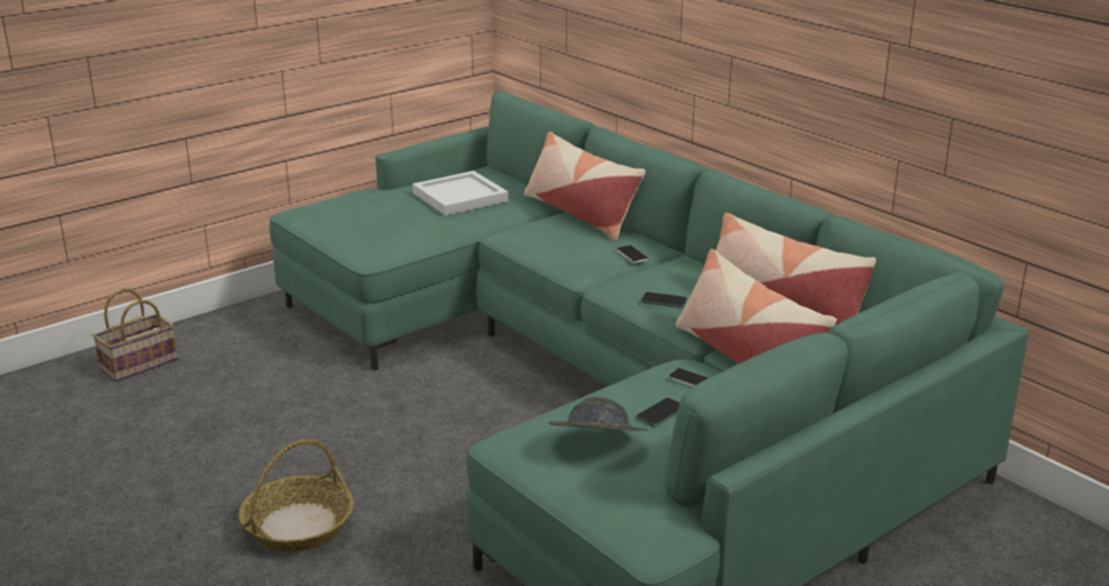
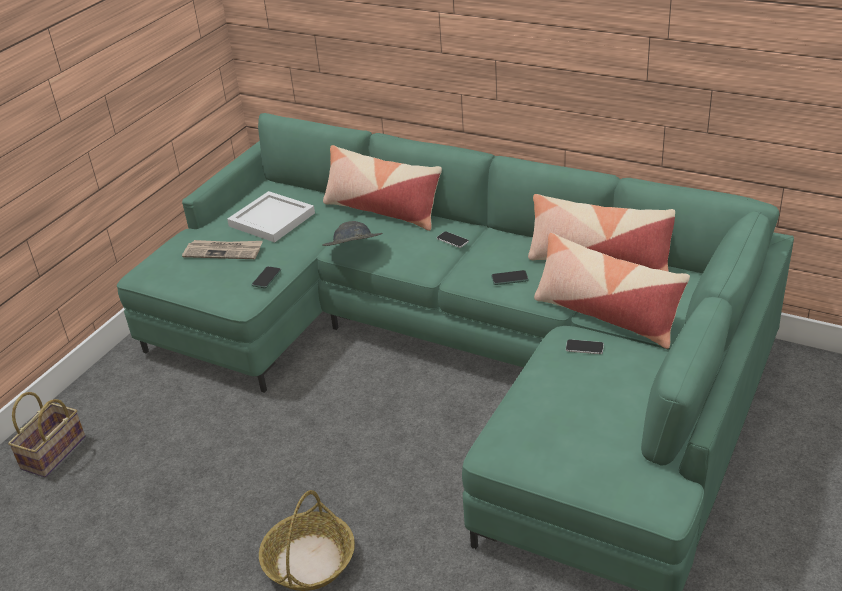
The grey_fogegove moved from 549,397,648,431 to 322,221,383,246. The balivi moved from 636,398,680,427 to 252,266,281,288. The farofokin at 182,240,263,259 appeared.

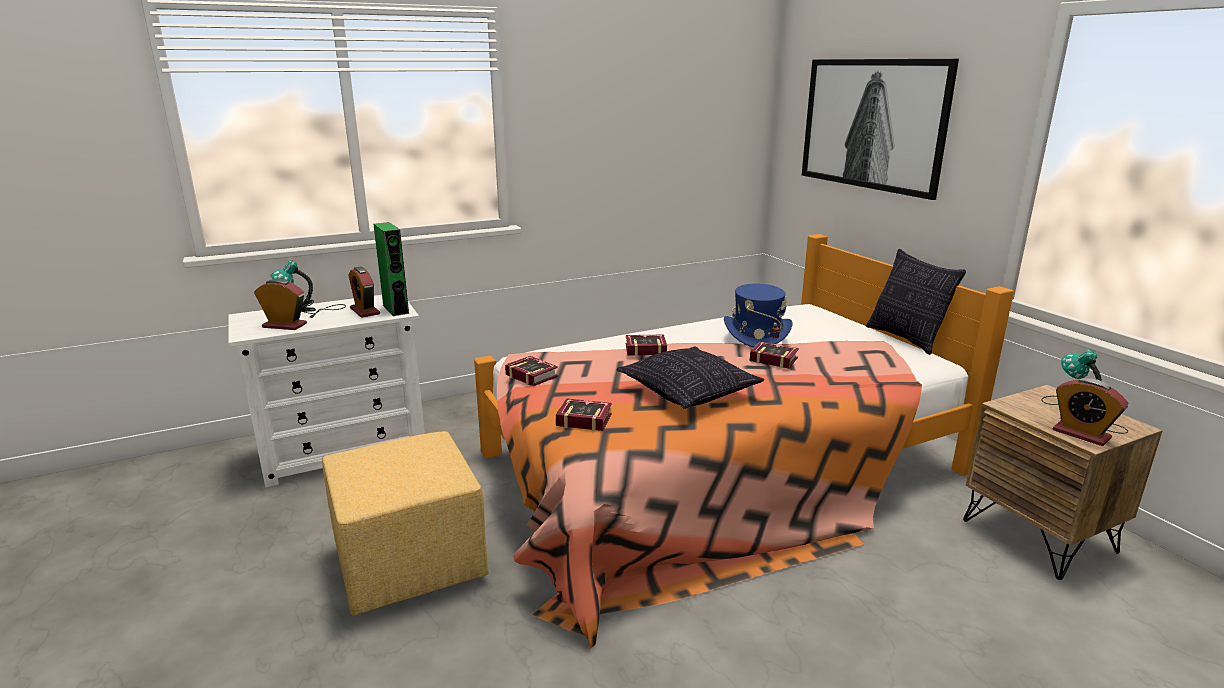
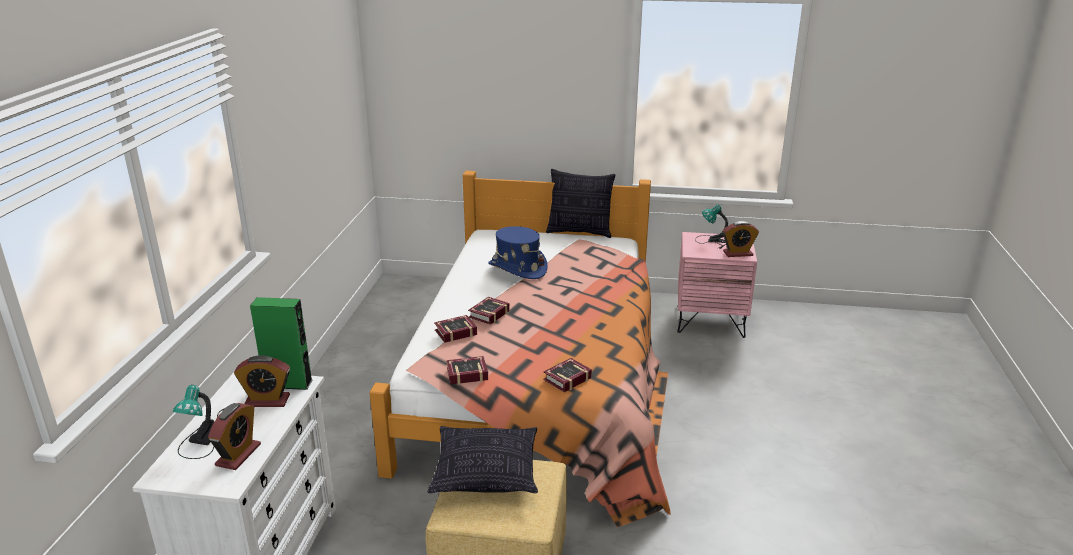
The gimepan at 802,59,959,200 disappeared. The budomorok at 254,279,307,330 turned 150 degrees clockwise. The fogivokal moved from 750,341,799,368 to 434,315,477,343. The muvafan moved from 616,347,765,409 to 428,426,538,493. The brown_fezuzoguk at 963,385,1163,580 became the pink_fezuzoguk at 678,232,757,338.

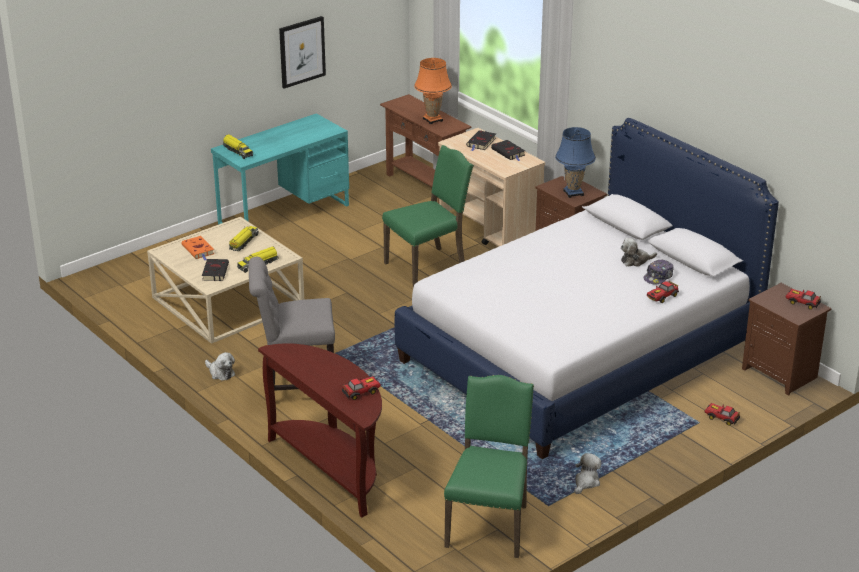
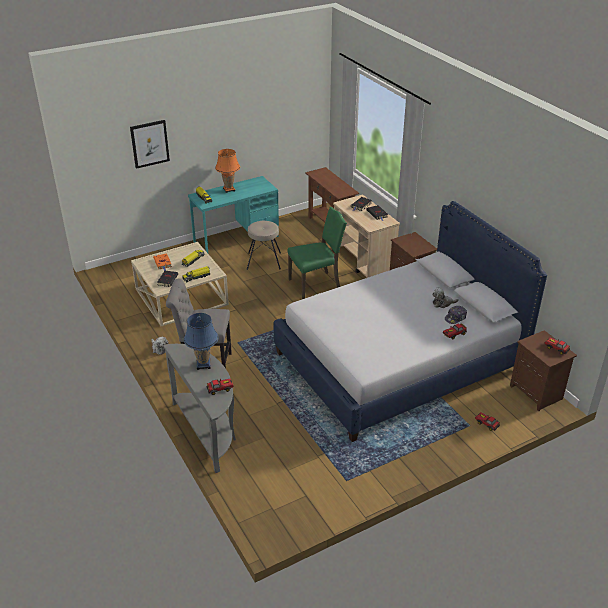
The gimepan moved from 279,16,326,89 to 130,120,170,169. The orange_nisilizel moved from 414,58,452,124 to 215,149,240,193. The blue_nisilizel moved from 555,127,596,198 to 184,313,218,370. The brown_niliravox at 258,343,382,518 became the grey_niliravox at 164,344,236,473. The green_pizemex at 444,375,534,558 disappeared. The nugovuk at 574,453,601,494 disappeared. The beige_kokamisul at 247,221,281,270 appeared.

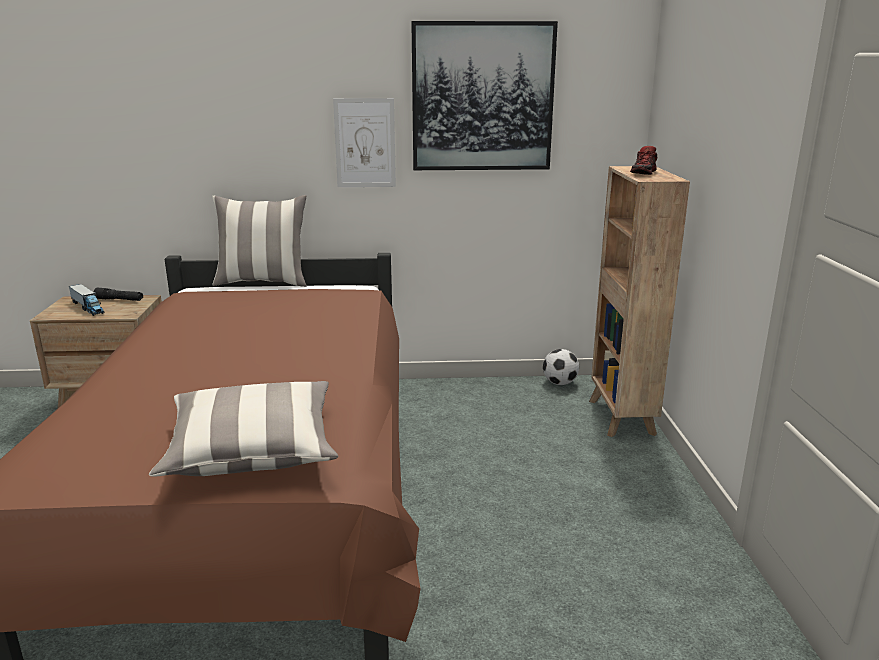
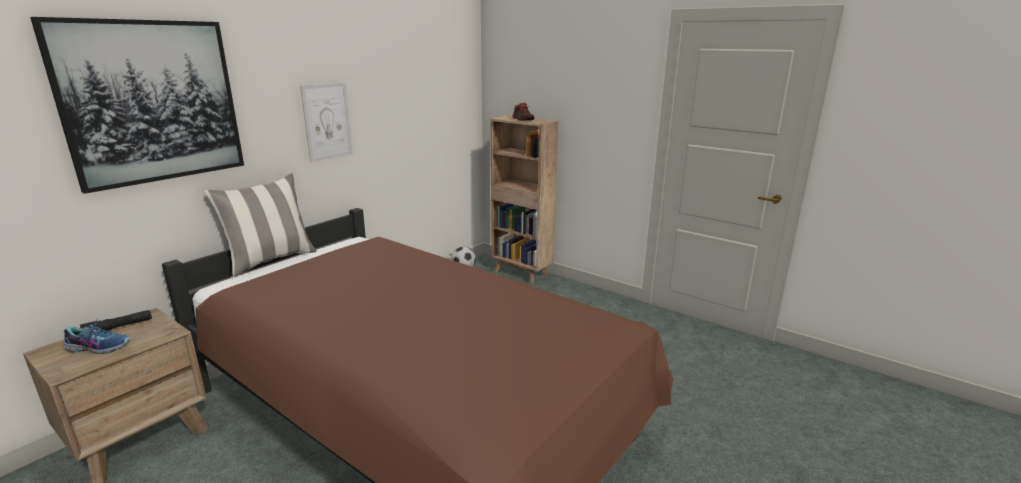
The gimepan moved from 411,21,558,170 to 30,17,244,194. The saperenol at 69,284,105,316 was replaced by the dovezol at 63,318,130,354. The muvafan at 149,381,339,477 disappeared.

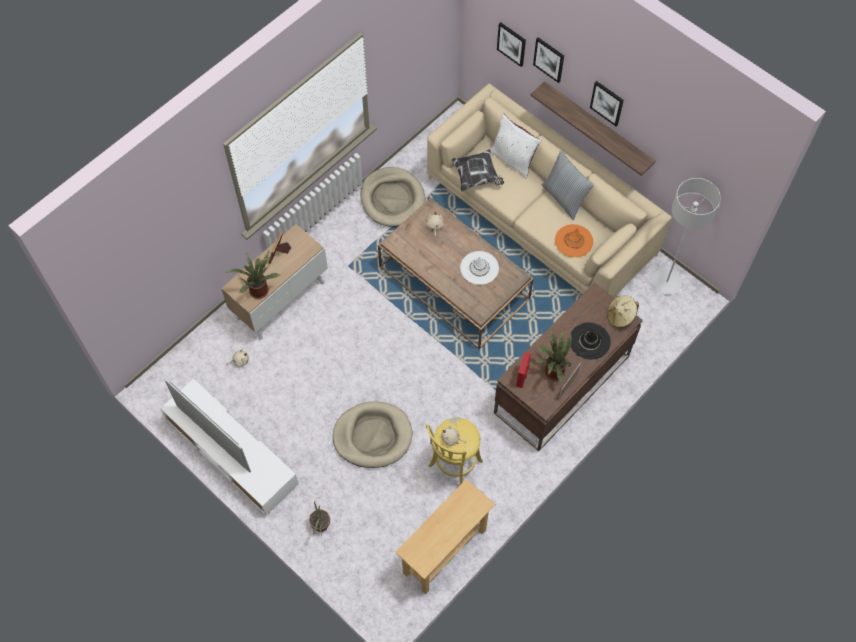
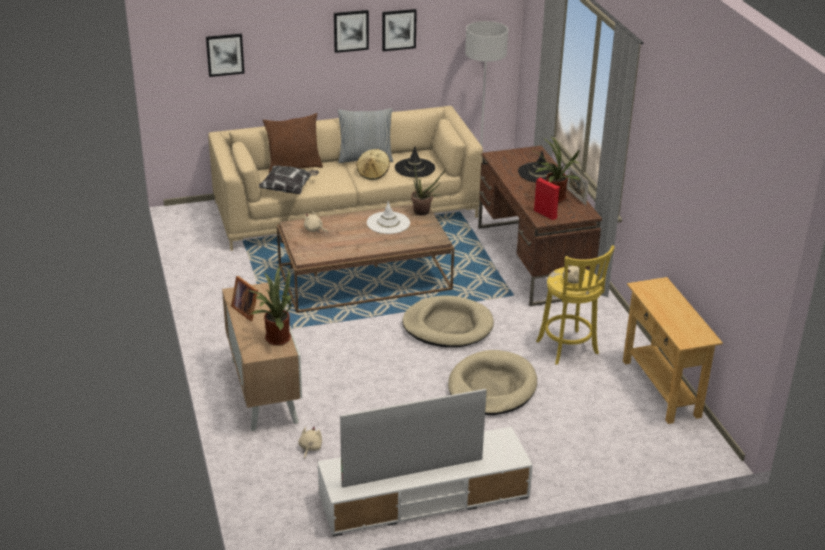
The gimepan moved from 533,37,564,83 to 382,9,417,51. The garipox at 530,81,656,176 disappeared. The white_muvafan at 490,113,542,179 became the brown_muvafan at 263,113,323,173. The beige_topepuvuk moved from 361,167,426,227 to 402,296,494,348. The orange_fogegove at 555,224,593,257 became the black_fogegove at 395,146,435,178. The beige_fogegove moved from 607,295,639,328 to 357,149,390,180. The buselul moved from 309,501,330,536 to 411,162,446,216.

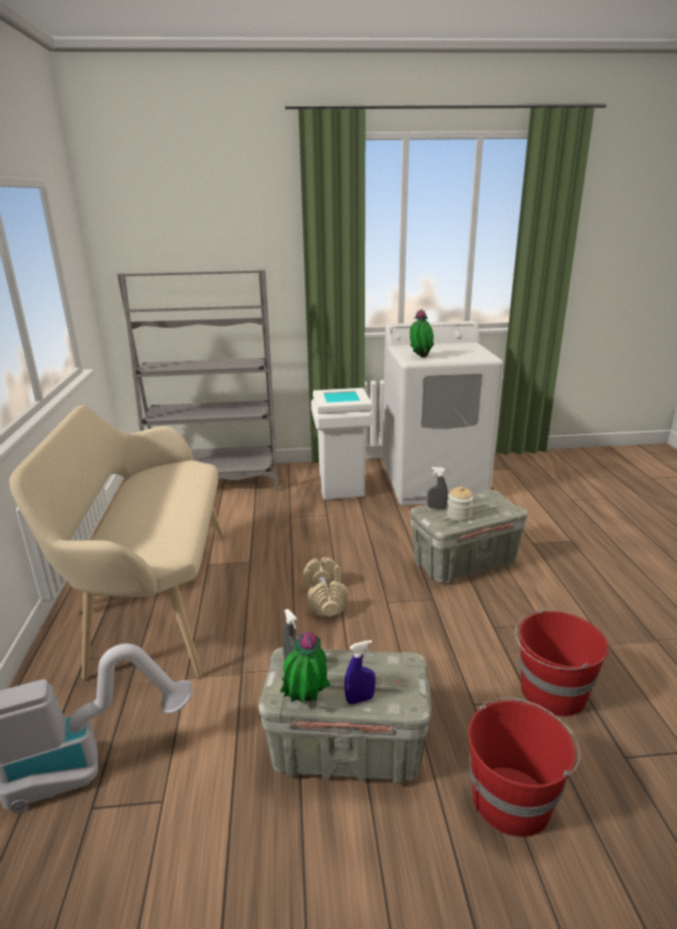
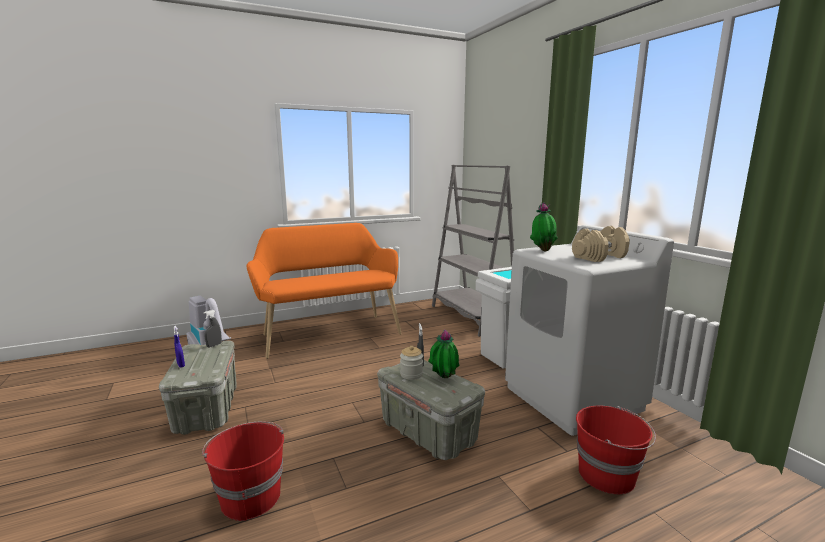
The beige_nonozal at 9,405,224,680 became the orange_nonozal at 246,223,402,359. The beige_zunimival moved from 303,557,348,616 to 572,226,630,262. The buselul moved from 280,632,331,703 to 428,329,459,378. The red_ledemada moved from 468,698,580,837 to 576,406,656,494.

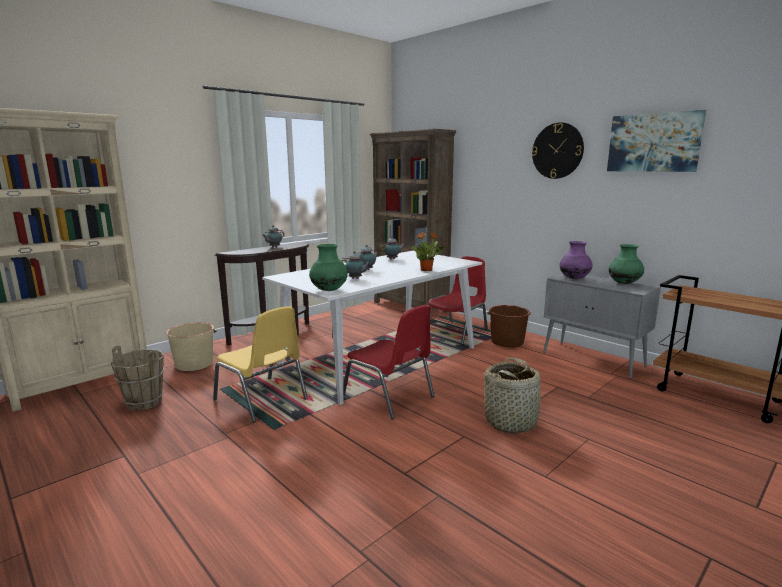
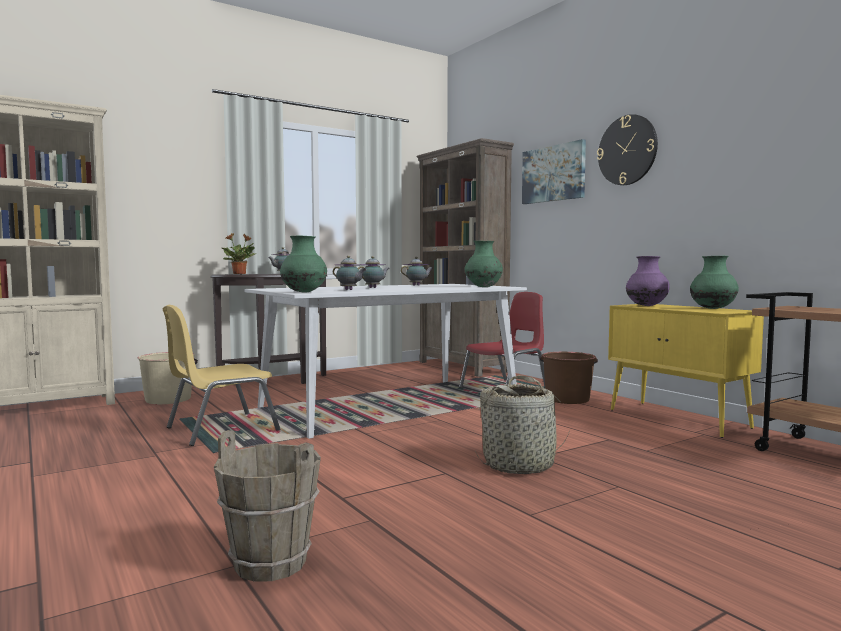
The gimepan moved from 607,110,706,172 to 522,139,586,204. The buselul moved from 409,232,445,271 to 222,233,257,274. The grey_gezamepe at 543,273,661,379 became the yellow_gezamepe at 608,304,764,438. The red_pizemex at 343,305,434,420 disappeared. The yellow_pizemex at 213,306,308,422 turned 90 degrees clockwise. The brown_ledemada moved from 111,346,165,411 to 214,430,321,582. The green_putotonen at 465,241,503,287 appeared.

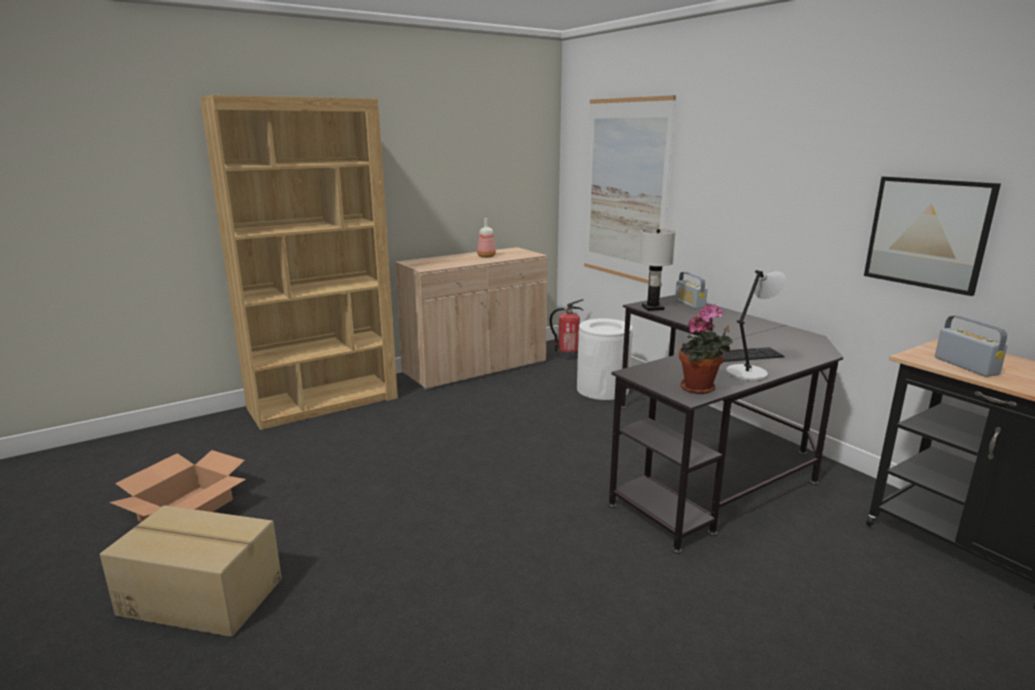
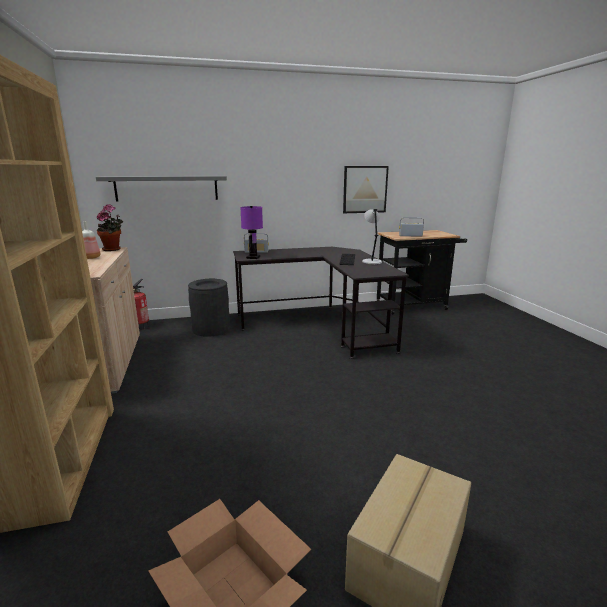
The gimepan at 584,95,676,287 was replaced by the grey_garipox at 96,176,227,202. The white_nisilizel at 639,229,676,311 became the purple_nisilizel at 240,206,263,259. The buselul moved from 679,304,733,394 to 97,204,123,251. The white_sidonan at 577,318,633,400 became the black_sidonan at 188,279,230,337.

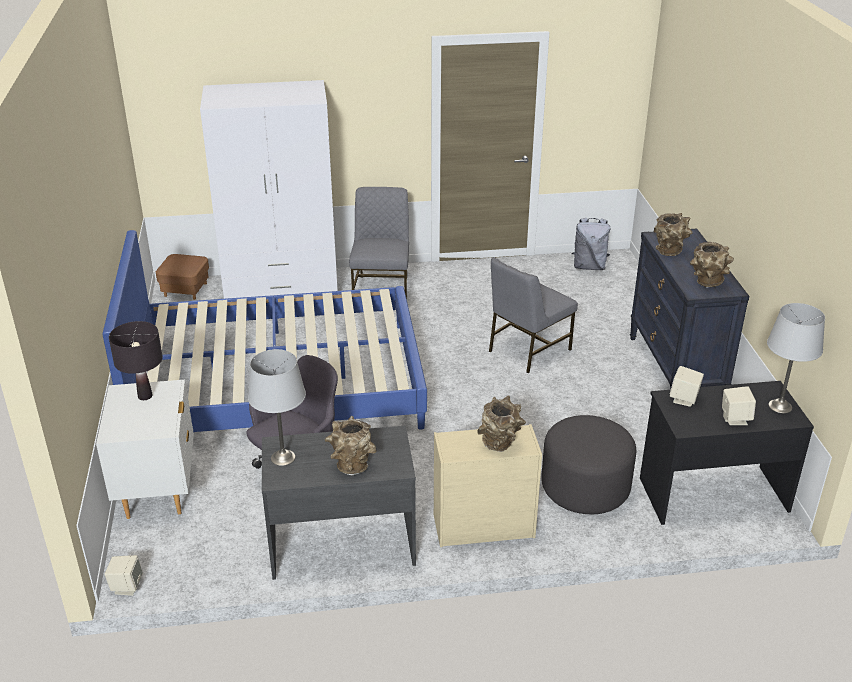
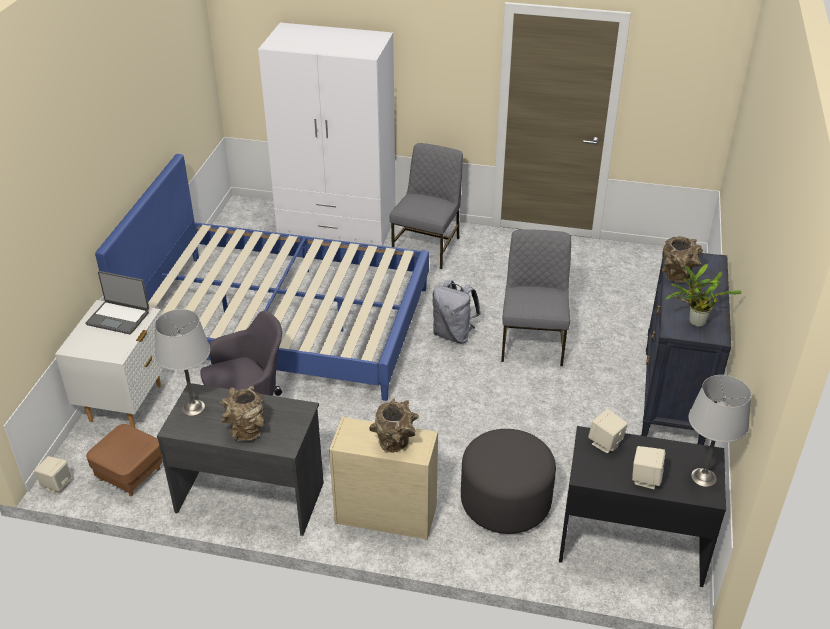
The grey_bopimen moved from 572,218,610,270 to 432,280,481,343. The brown_putotonen at 690,242,734,287 was replaced by the buselul at 666,264,742,327. The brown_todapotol moved from 156,254,209,300 to 86,424,163,496. The grey_pizemex at 489,257,578,373 turned 120 degrees clockwise. The black_nisilizel at 109,321,163,400 was replaced by the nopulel at 85,271,149,334.

